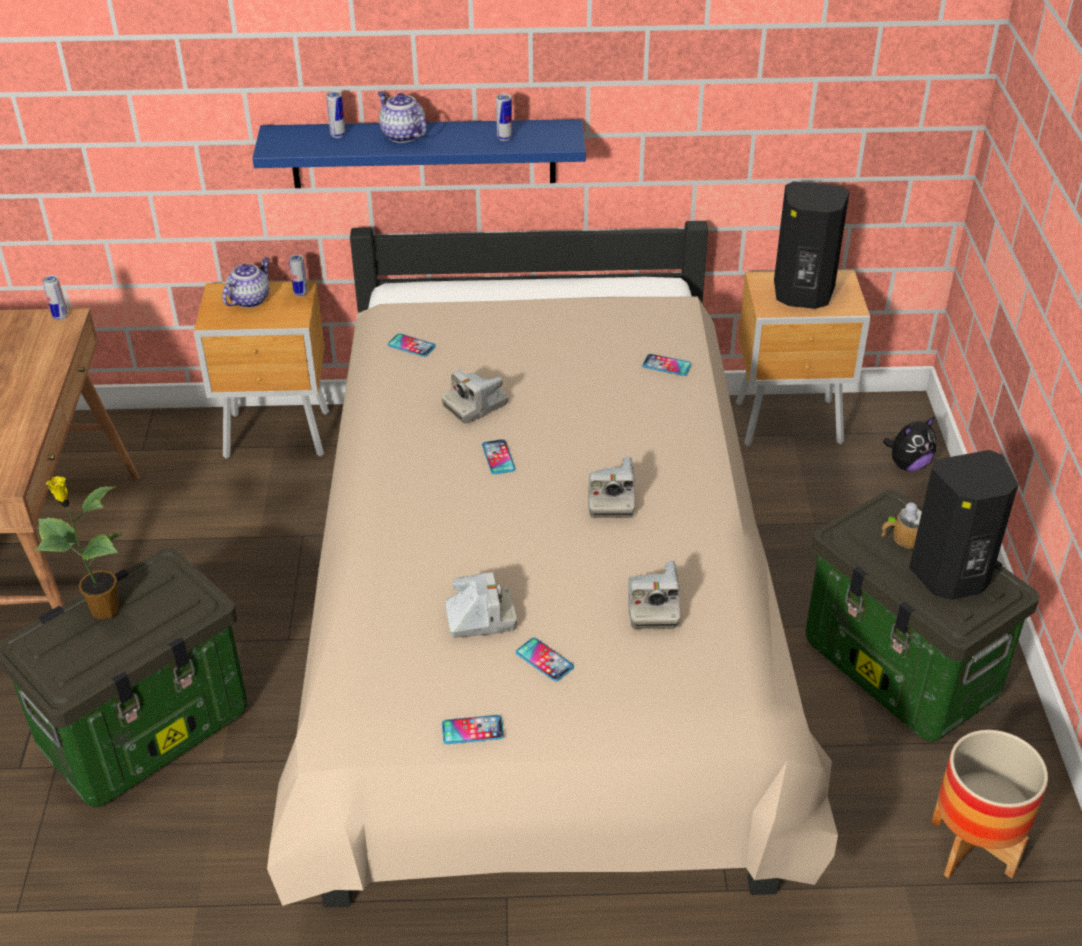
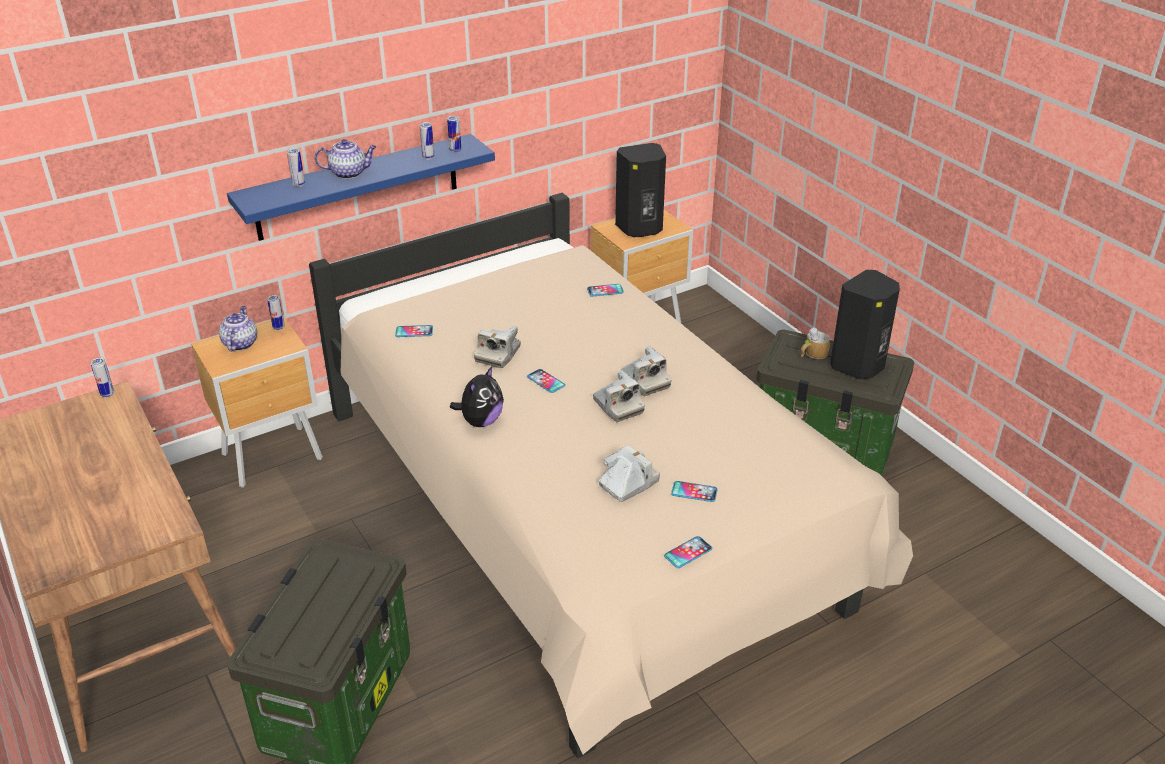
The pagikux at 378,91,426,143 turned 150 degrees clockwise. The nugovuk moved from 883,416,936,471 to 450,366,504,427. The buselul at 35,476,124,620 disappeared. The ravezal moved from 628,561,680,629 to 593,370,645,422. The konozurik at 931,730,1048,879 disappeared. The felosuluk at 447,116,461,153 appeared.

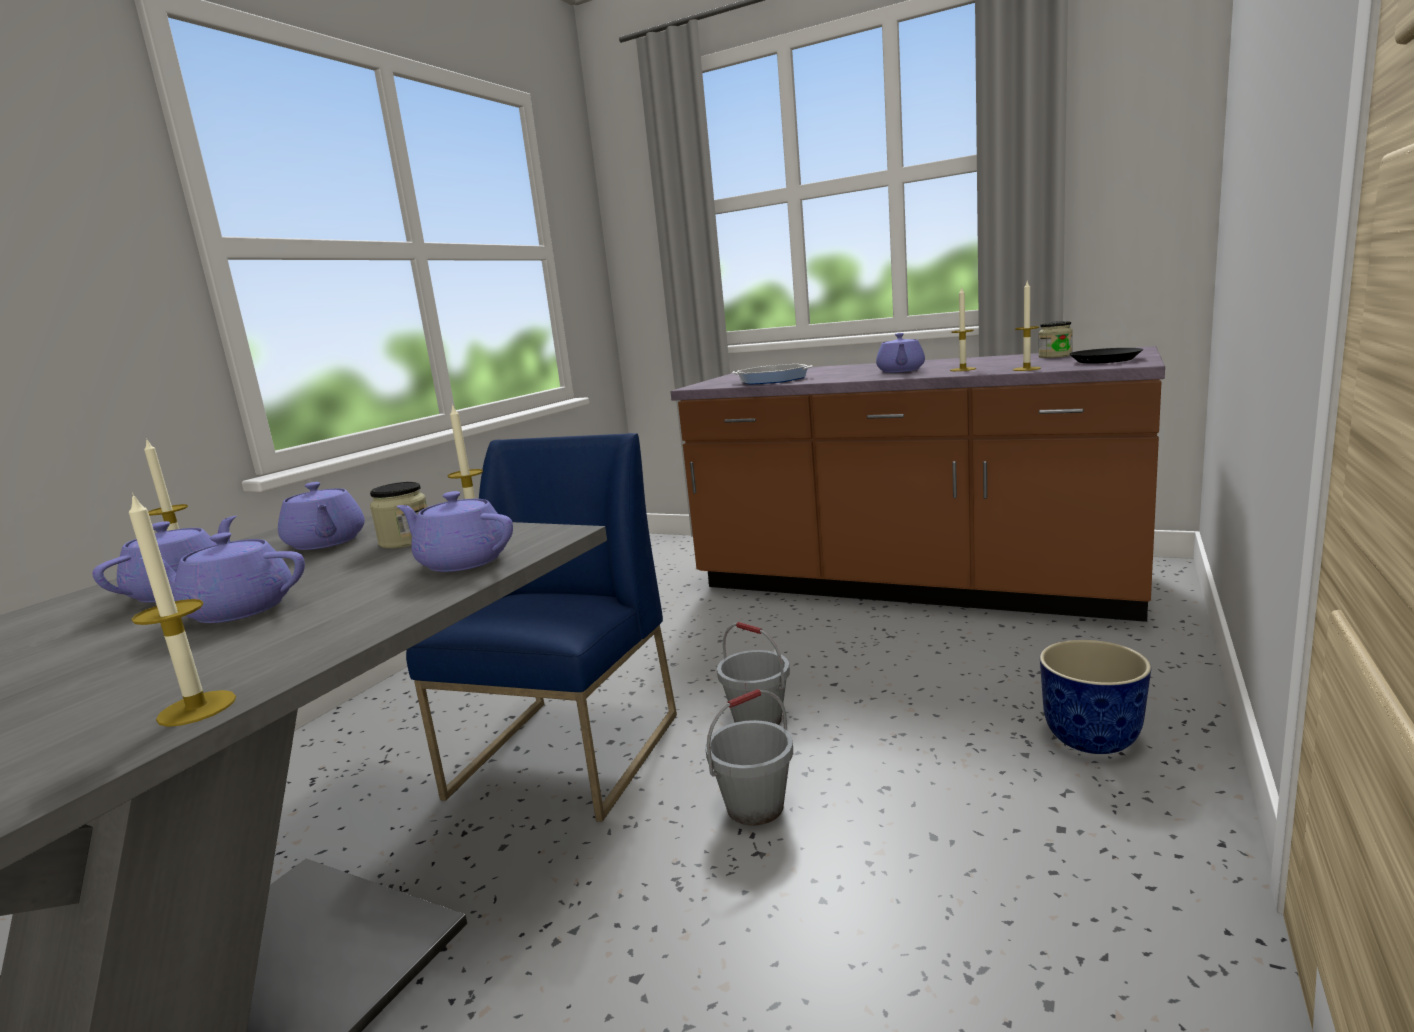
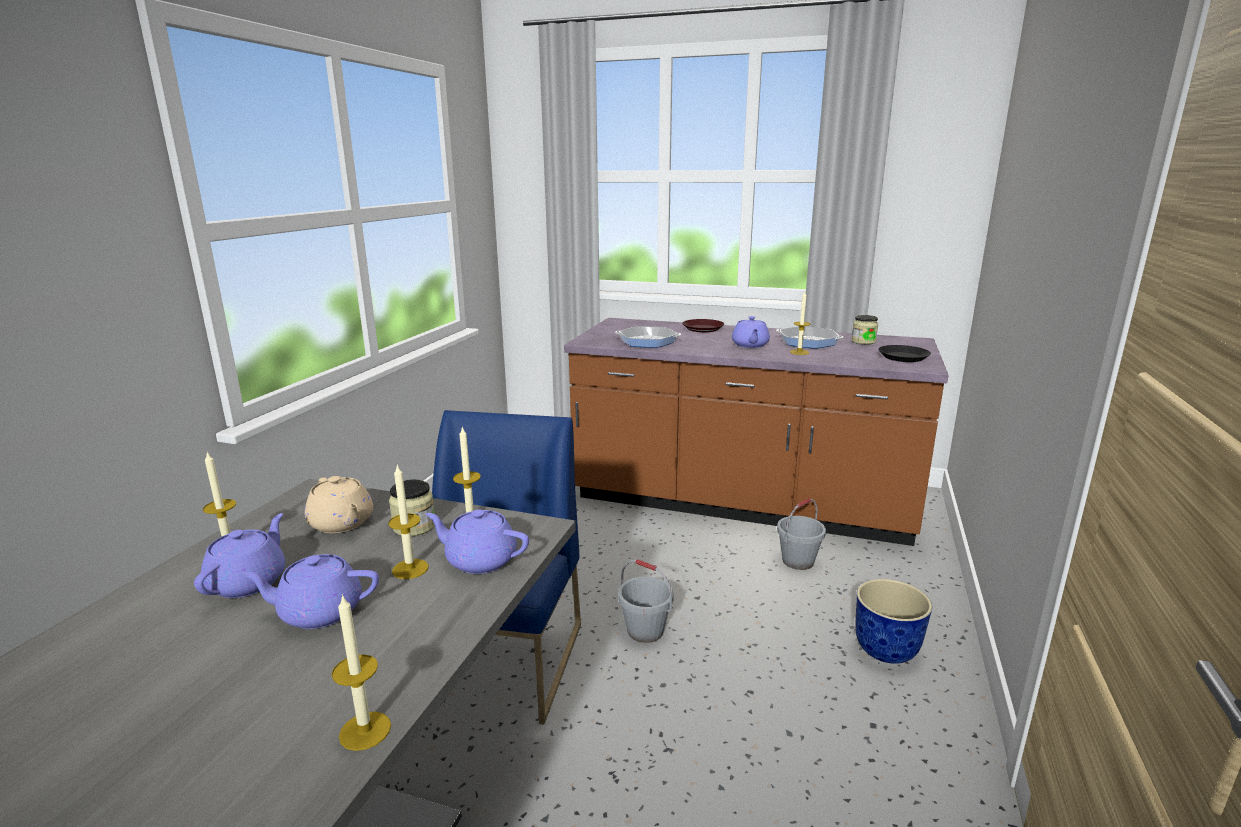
The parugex moved from 1013,281,1041,371 to 388,464,429,579. The purple_pagikux at 278,482,365,550 became the beige_pagikux at 305,476,373,533. The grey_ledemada moved from 705,689,793,826 to 777,498,826,570. The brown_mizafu at 682,319,724,332 appeared. The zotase at 776,326,843,349 appeared.

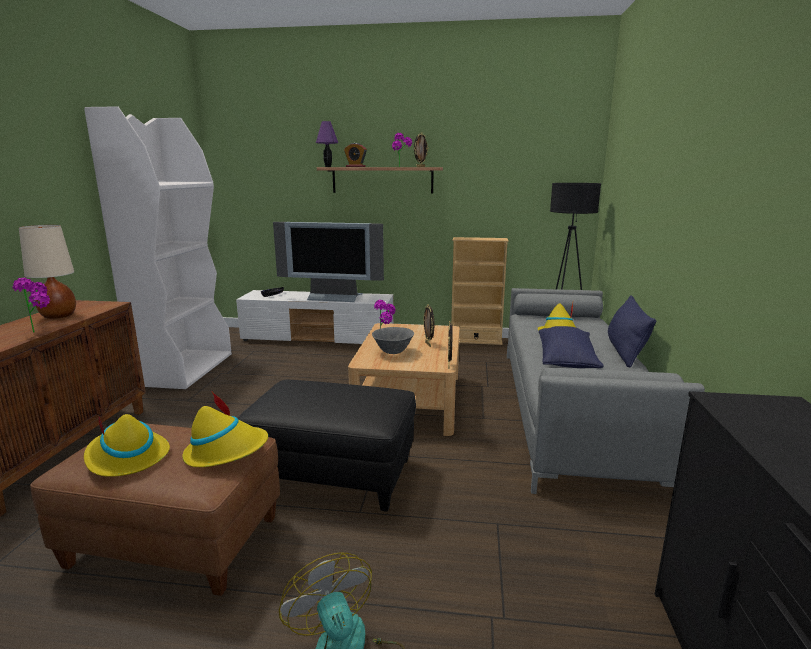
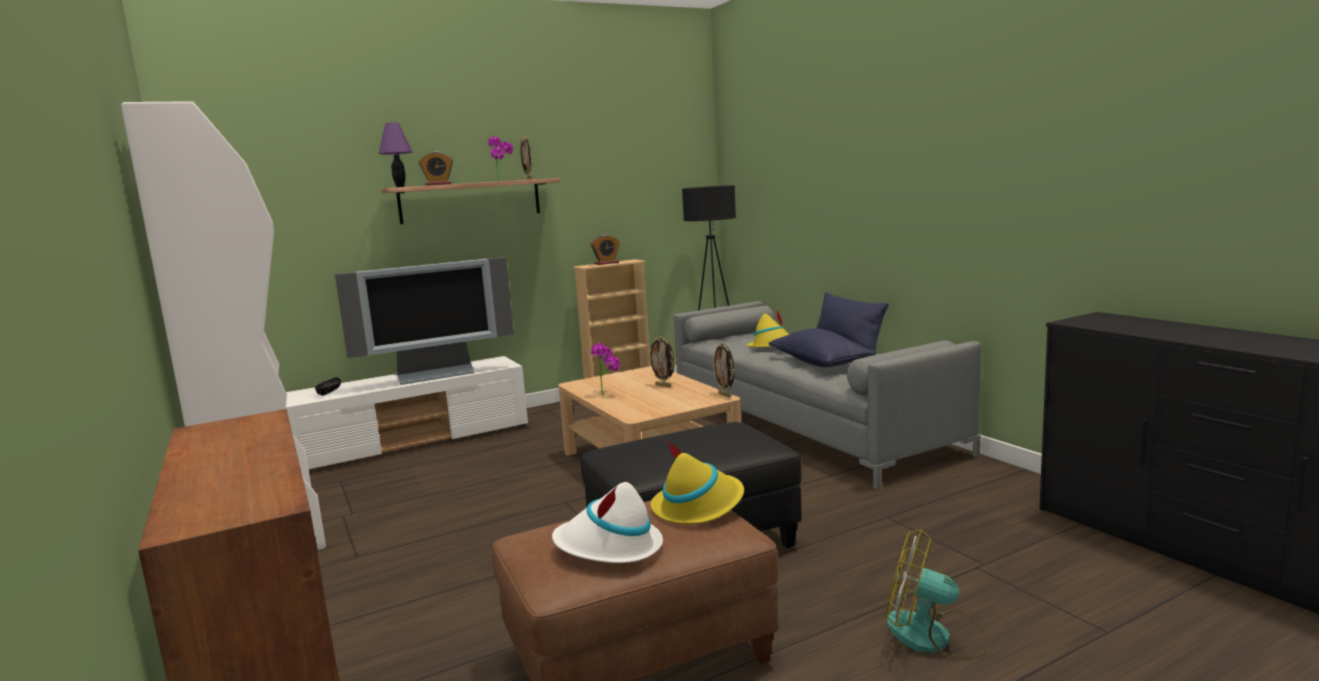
The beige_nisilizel at 19,225,76,319 disappeared. The buselul at 13,278,50,333 disappeared. The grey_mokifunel at 372,327,414,354 disappeared. The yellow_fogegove at 84,414,170,477 became the white_fogegove at 552,482,663,563. The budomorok at 591,235,620,265 appeared.

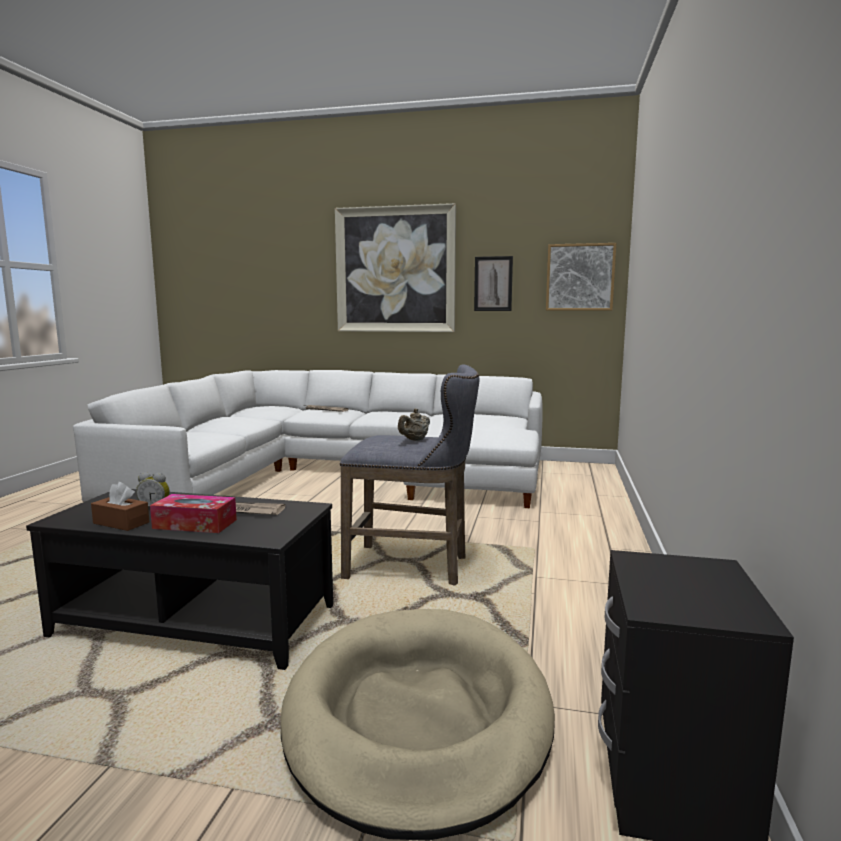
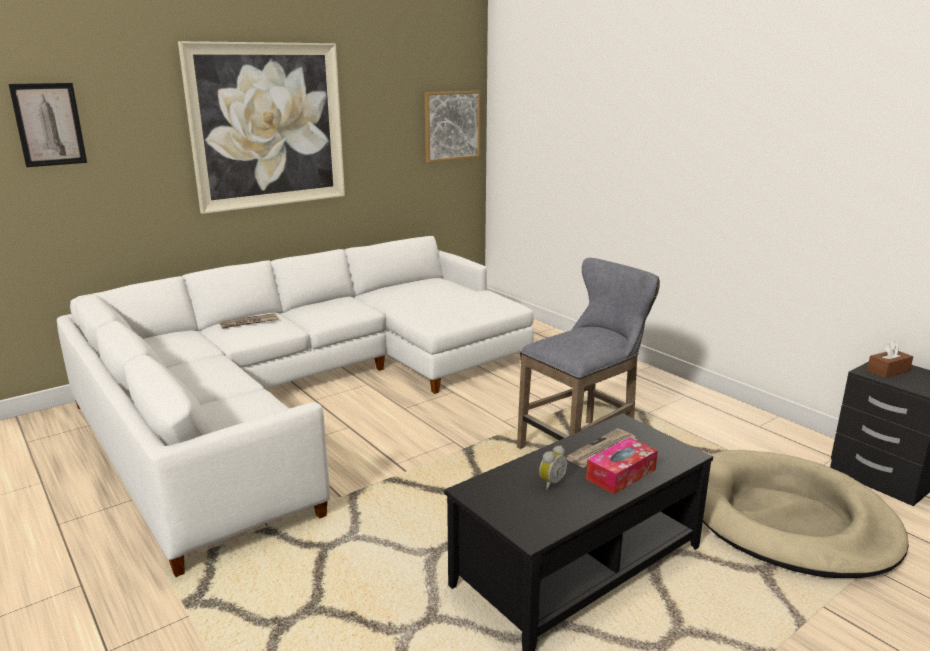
The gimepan moved from 474,256,513,311 to 9,83,87,167. The beige_pagikux at 398,409,430,441 disappeared. The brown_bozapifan moved from 91,482,149,531 to 867,341,913,378.

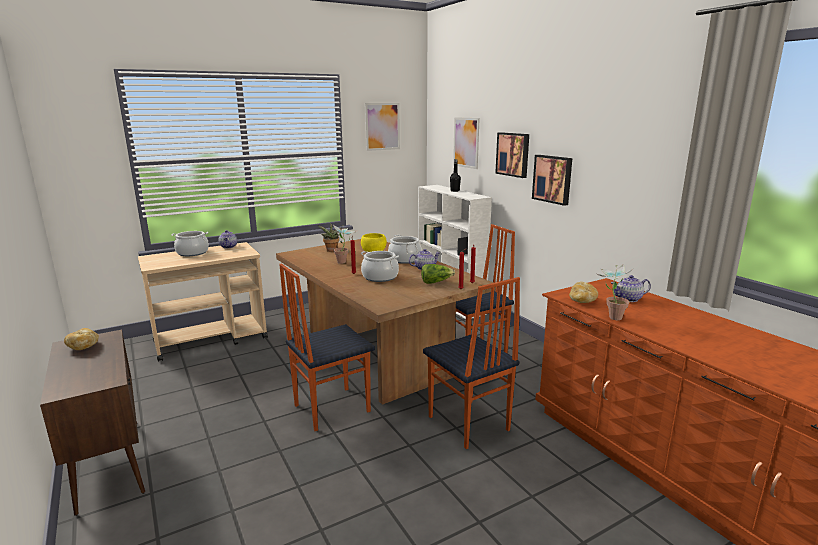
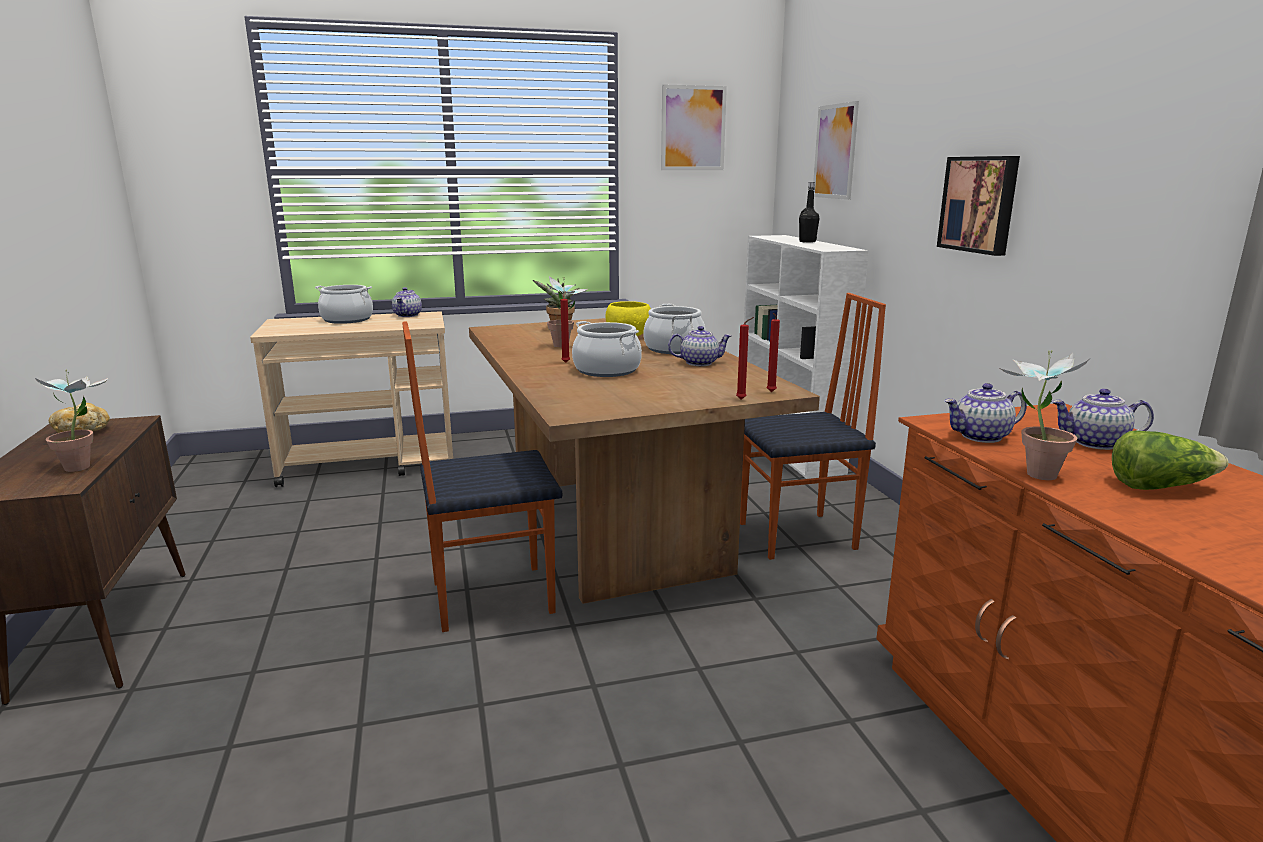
The gimepan at 495,132,529,178 disappeared. The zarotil moved from 421,264,455,284 to 1112,430,1229,490. The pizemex at 423,277,520,449 disappeared. The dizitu at 569,282,598,303 was replaced by the pagikux at 944,383,1027,443. The buselul at 35,369,109,472 appeared.

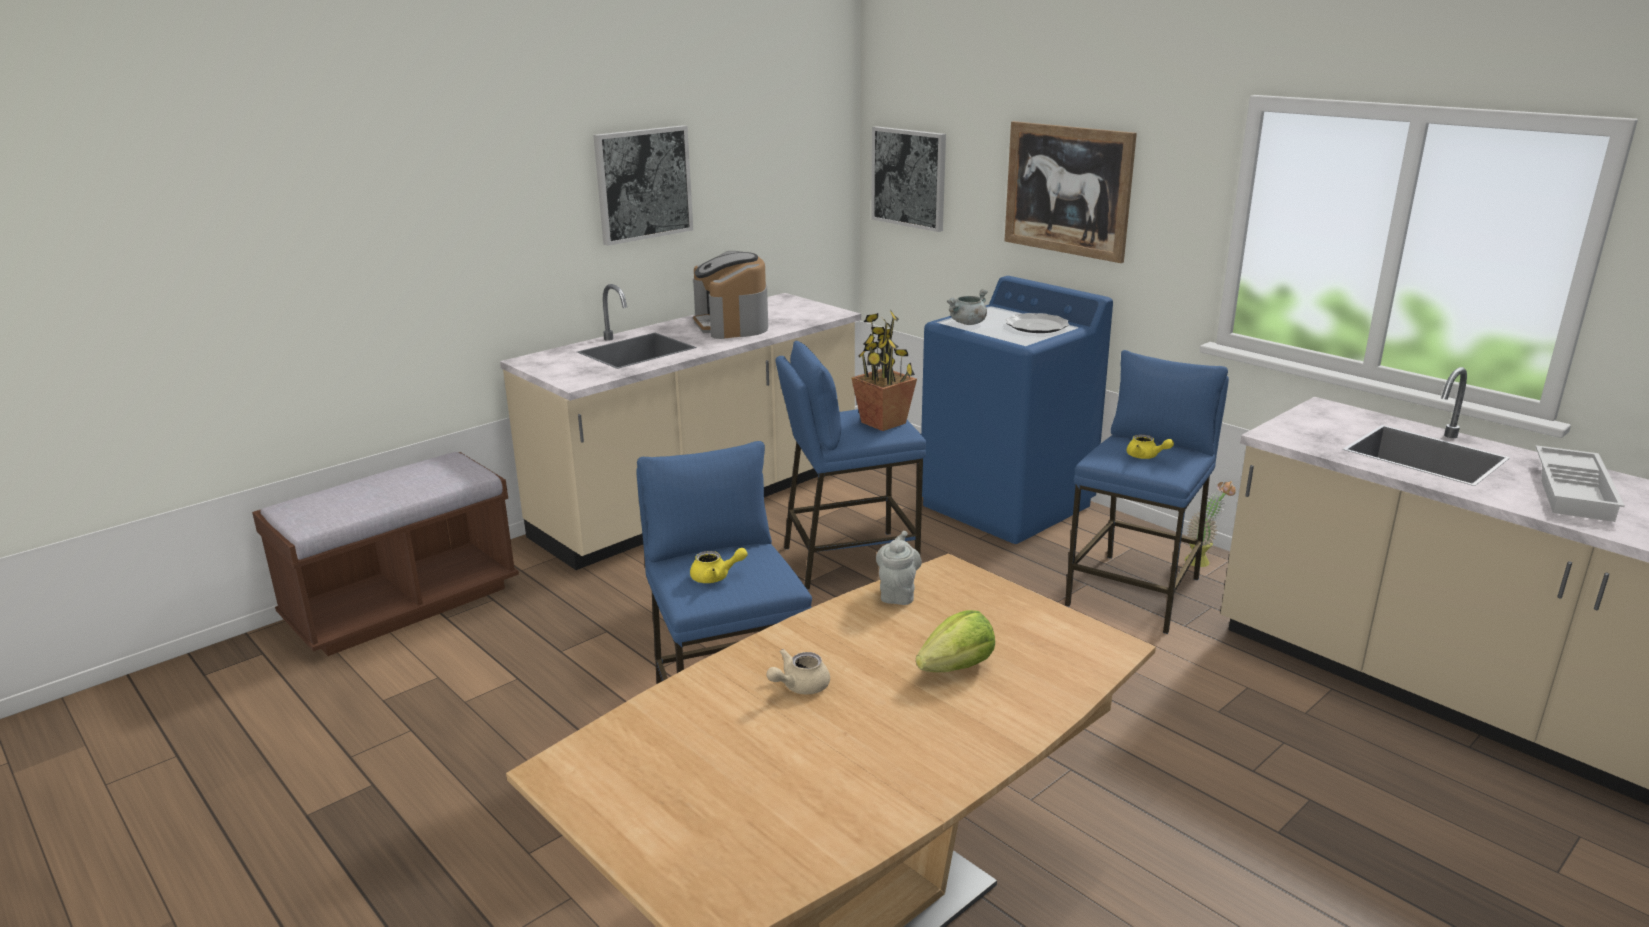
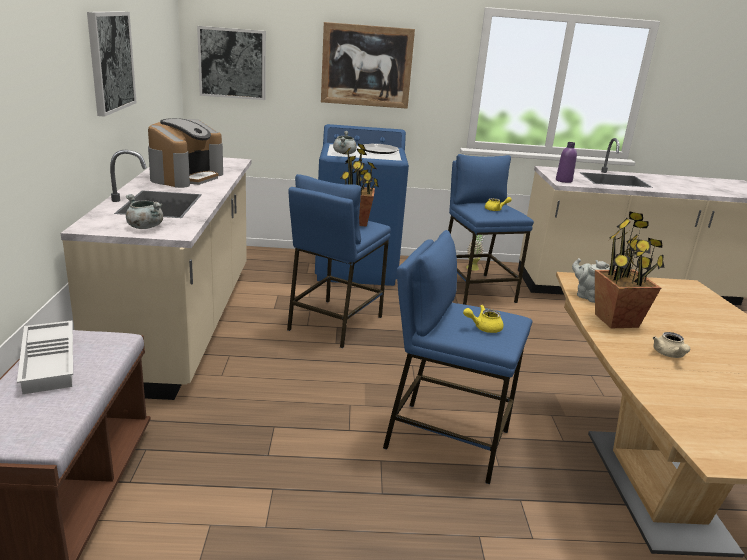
The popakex at 693,251,768,339 turned 90 degrees counterclockwise. The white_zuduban moved from 1536,445,1625,522 to 17,321,73,394. The yellow_pagikux at 690,548,748,583 turned 135 degrees counterclockwise. The zarotil at 916,610,995,672 disappeared. The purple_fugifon at 556,142,577,183 appeared. The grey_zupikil at 126,194,163,229 appeared. The buselul at 595,211,665,328 appeared.

